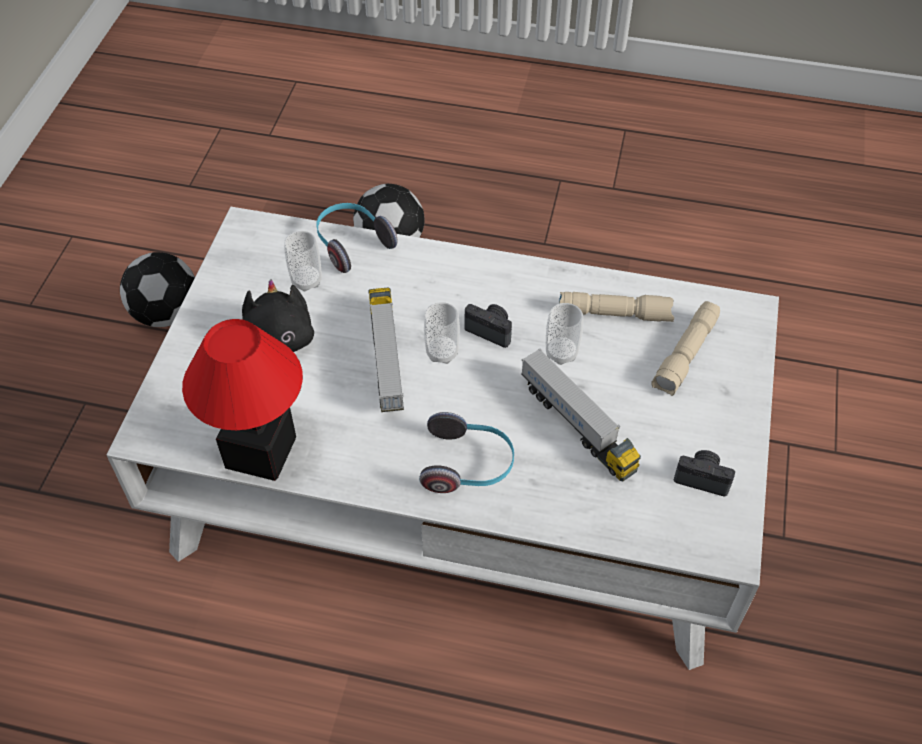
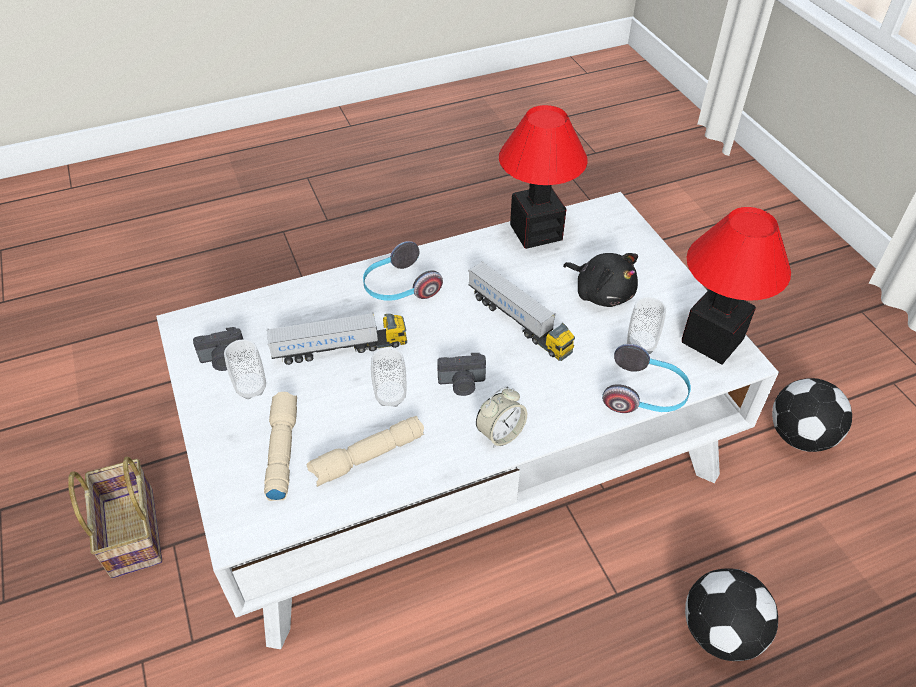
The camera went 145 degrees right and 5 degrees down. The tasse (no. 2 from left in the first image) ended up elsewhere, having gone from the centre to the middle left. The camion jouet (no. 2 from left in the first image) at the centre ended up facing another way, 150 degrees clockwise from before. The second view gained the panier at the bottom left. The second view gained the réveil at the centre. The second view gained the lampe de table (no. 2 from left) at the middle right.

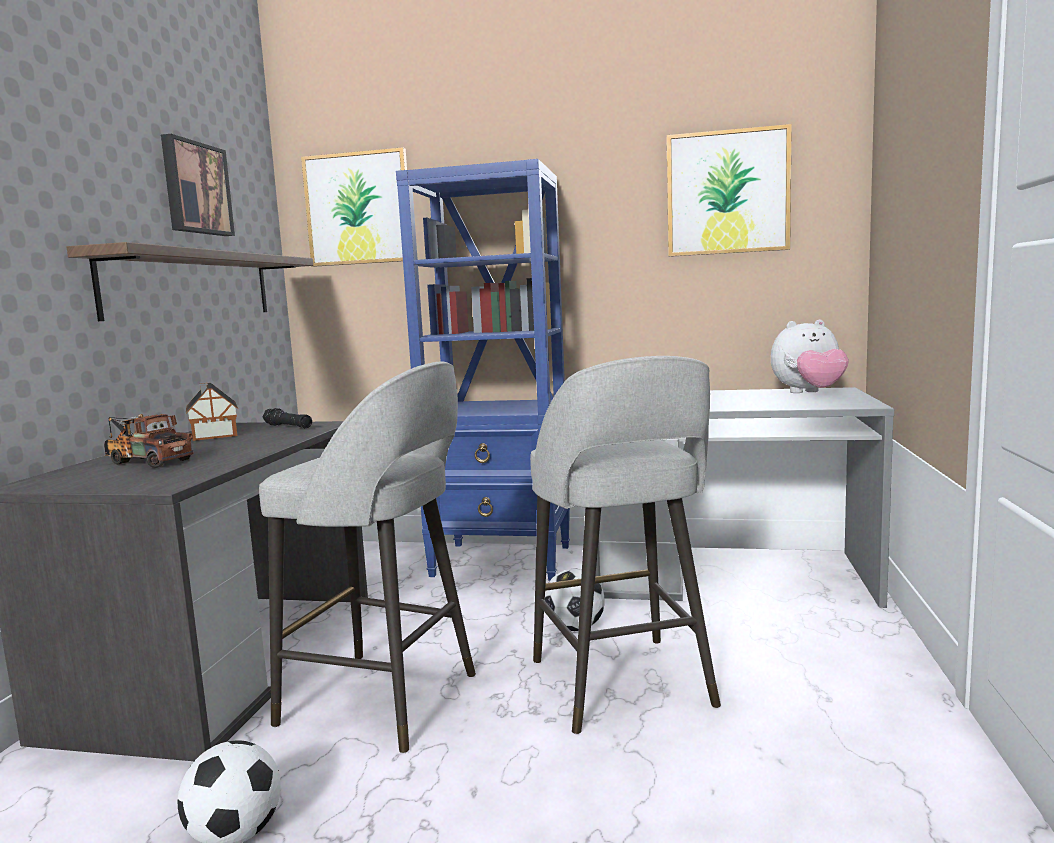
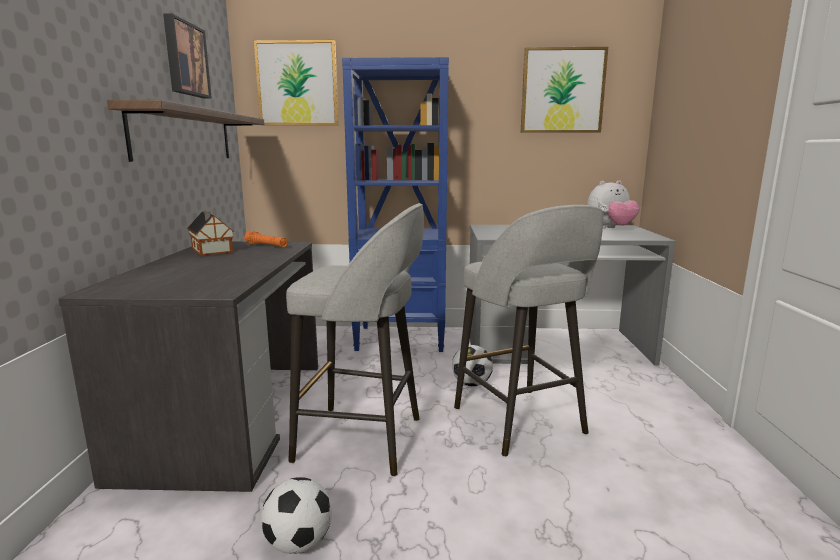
The camera went 10 degrees left and 5 degrees up. The second view lost the camion jouet at the middle left. What was the lampe de poche/noir at the middle left turned into the lampe de poche/orange at the middle left.

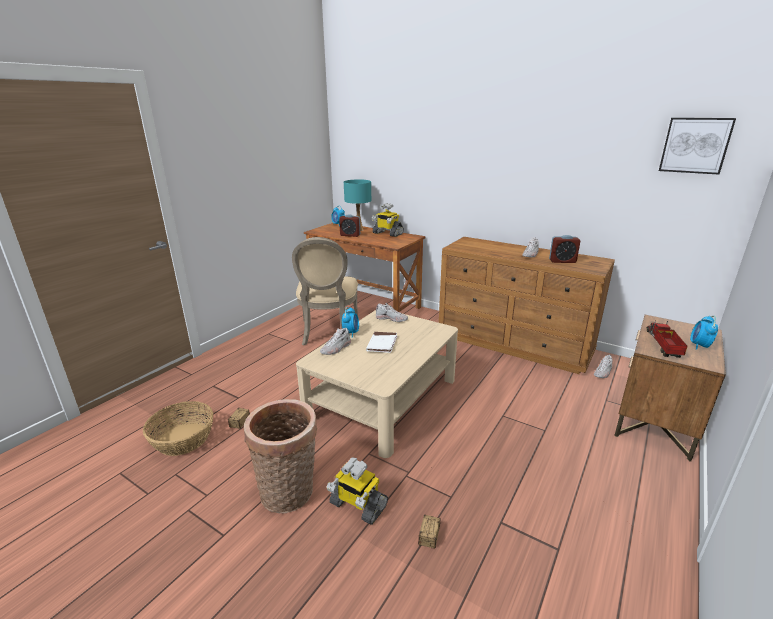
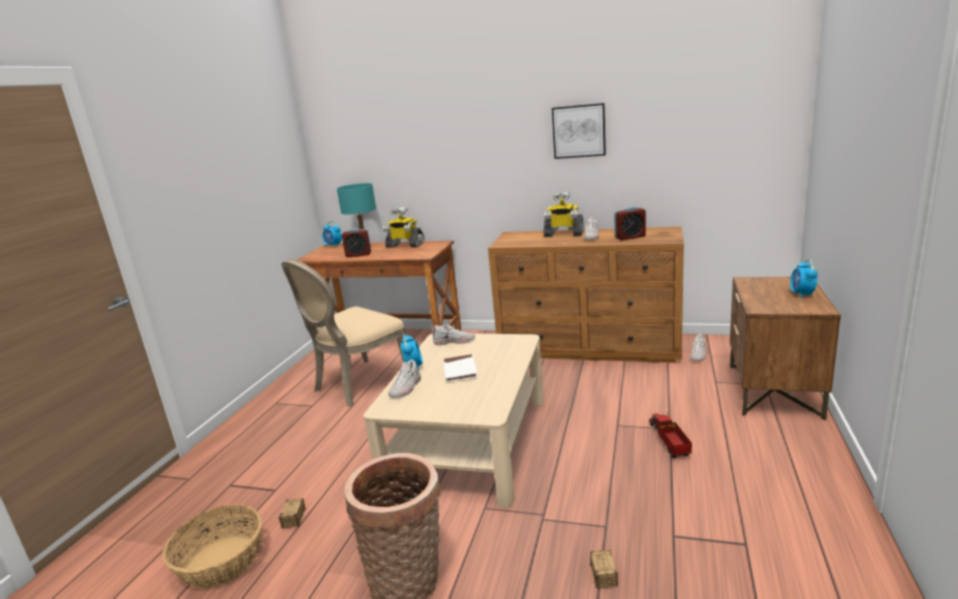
The camera went 15 degrees left and 5 degrees down. The chaise/beige at the centre ended up facing another way, 60 degrees clockwise from before. The robot jouet (no. 1 from left in the first image) ended up elsewhere, having gone from the bottom centre to the centre. The camion jouet ended up elsewhere, having gone from the middle right to the bottom right. The tableau ended up elsewhere, having gone from the top right to the top centre.

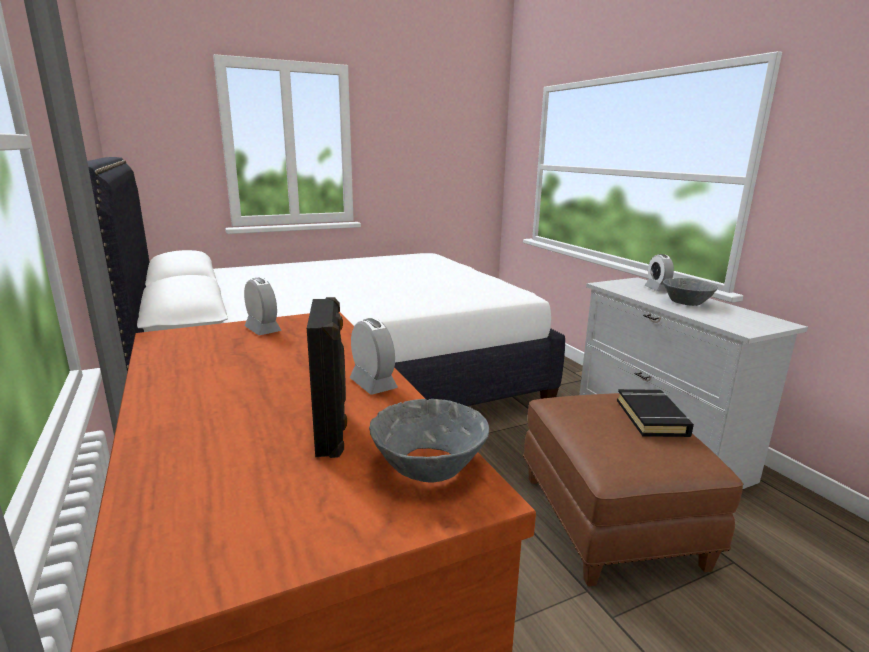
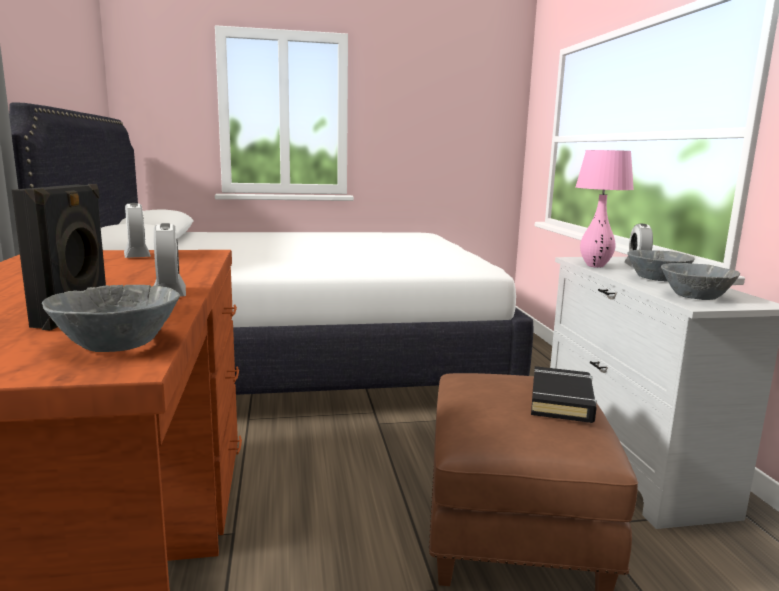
The camera went 15 degrees right and 5 degrees down. The second view gained the lampe de table/rose at the middle right. The second view gained the bol/gris (no. 3 from left) at the middle right.

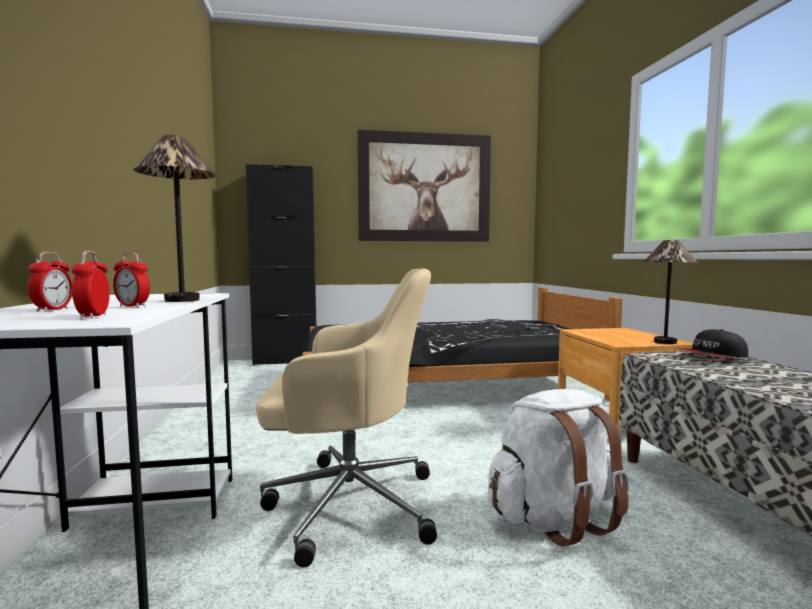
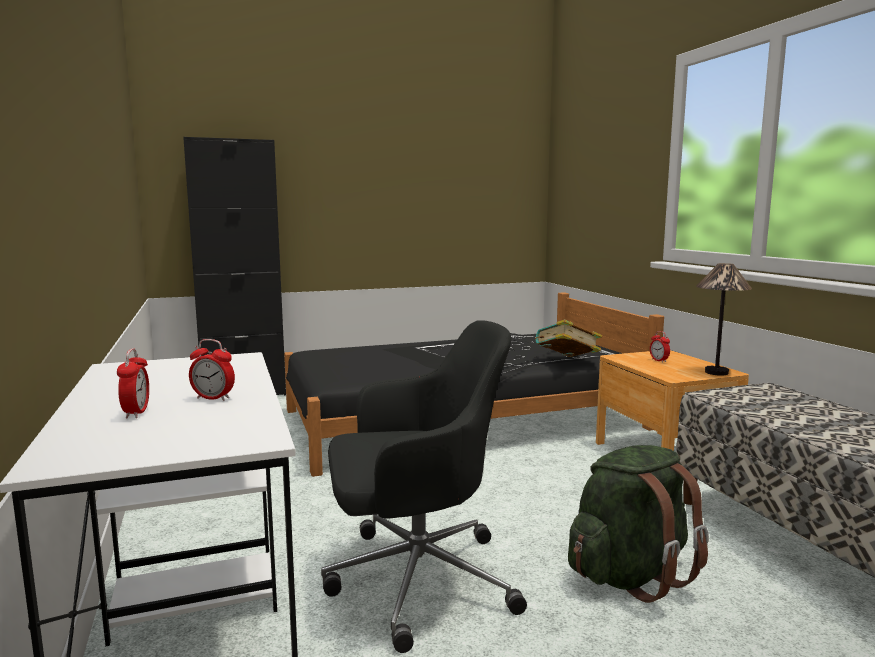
The camera went 10 degrees left and 5 degrees up. The réveil (no. 2 from left in the first image) ended up elsewhere, having gone from the middle left to the middle right. The second view lost the lampe de table (no. 1 from left) at the middle left. What was the chaise de bureau/beige at the bottom centre turned into the chaise de bureau/noir at the bottom centre. The second view lost the tableau at the top centre. What was the sac à dos/blanc at the bottom right turned into the sac à dos/vert at the bottom right. The second view lost the casquette at the middle right. The second view gained the livre at the centre.

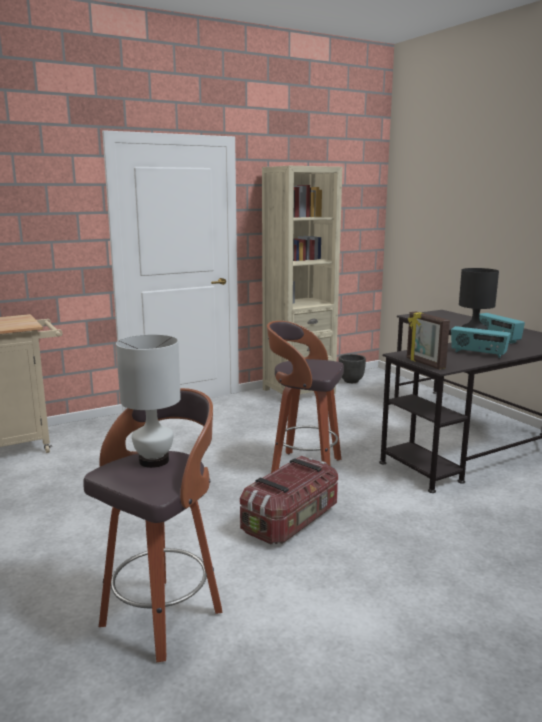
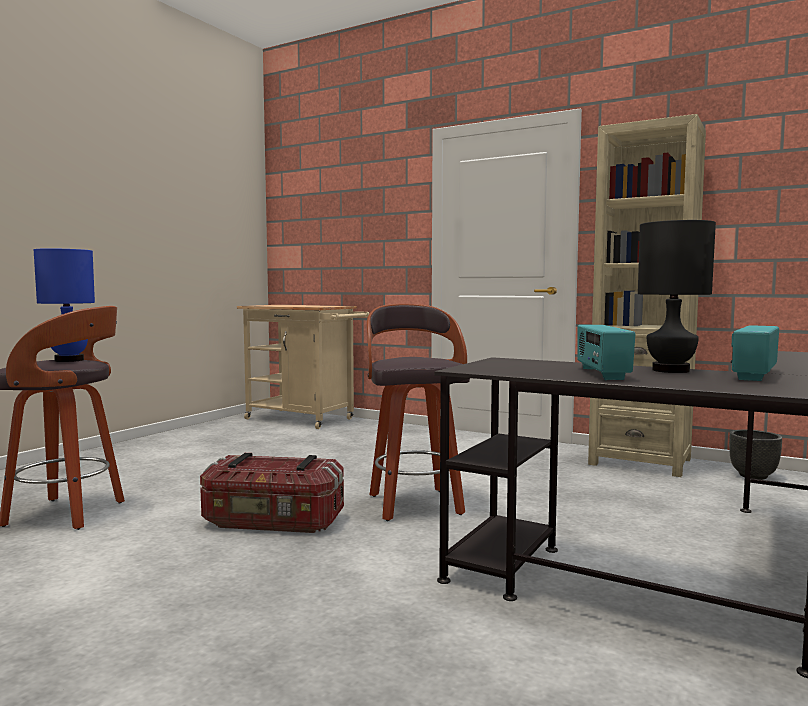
The camera went 60 degrees right and 10 degrees down. What was the lampe de table/blanc at the middle left turned into the lampe de table/bleu at the middle left. The second view lost the cadre photo at the middle right.

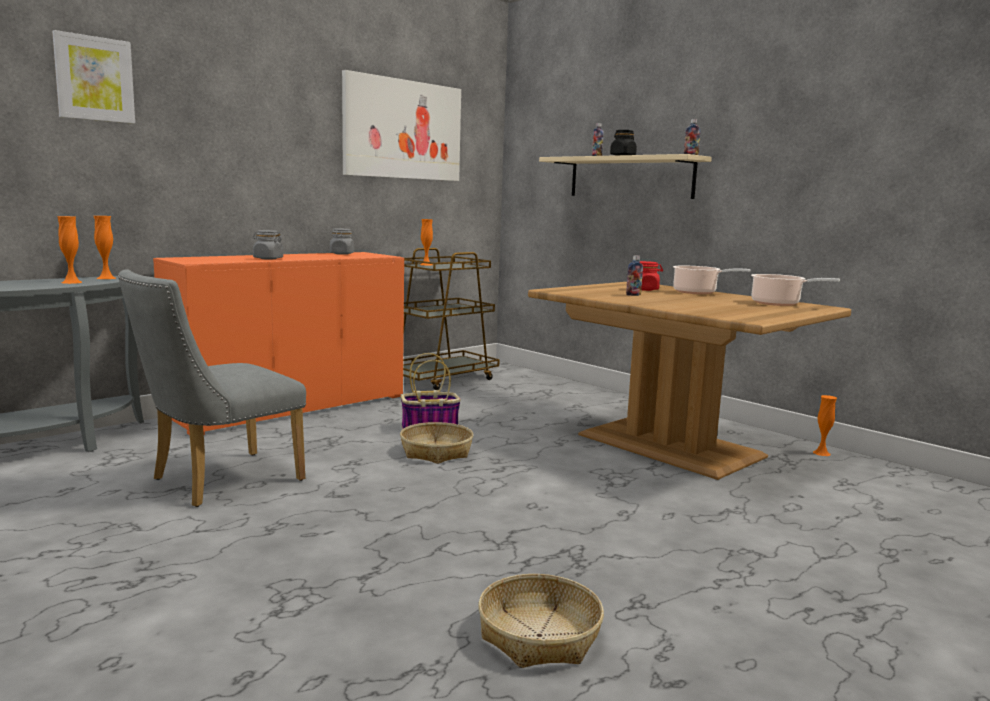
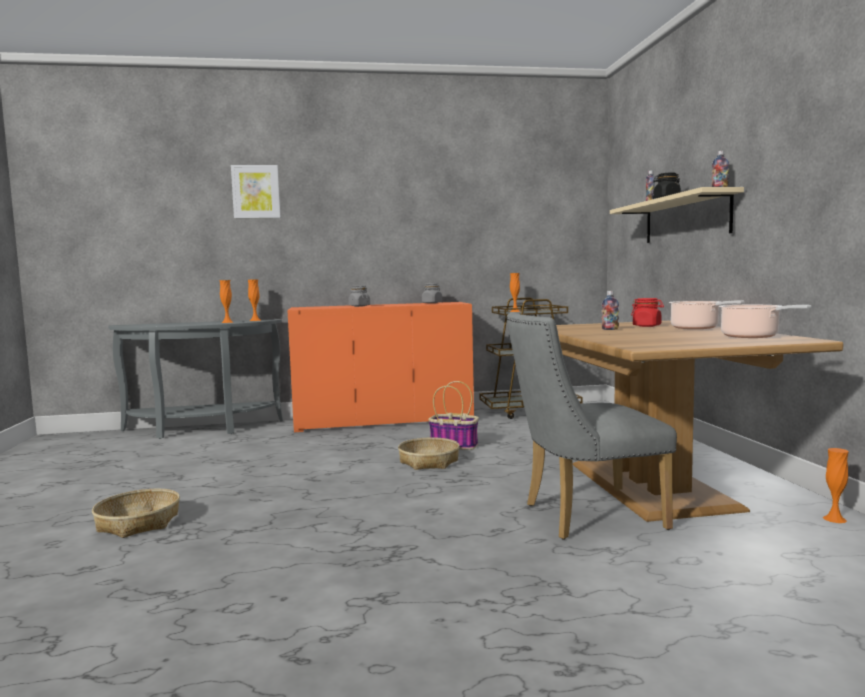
The camera went 35 degrees right and 5 degrees down. The chaise/gris ended up elsewhere, having gone from the middle left to the middle right. The second view lost the tableau (no. 2 from left) at the top centre. The panier (no. 3 from left in the first image) ended up elsewhere, having gone from the bottom centre to the bottom left.

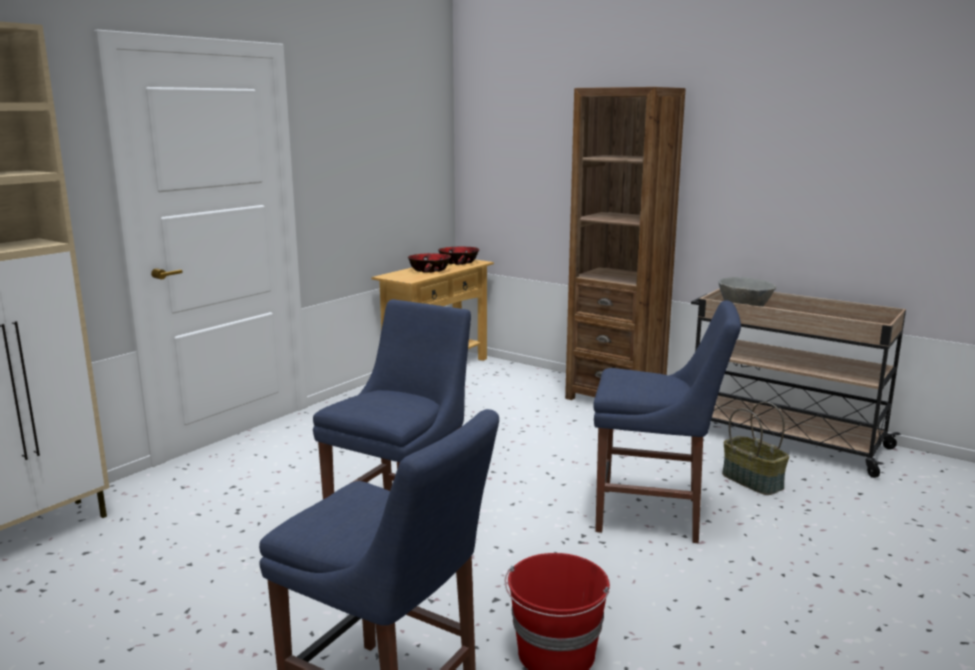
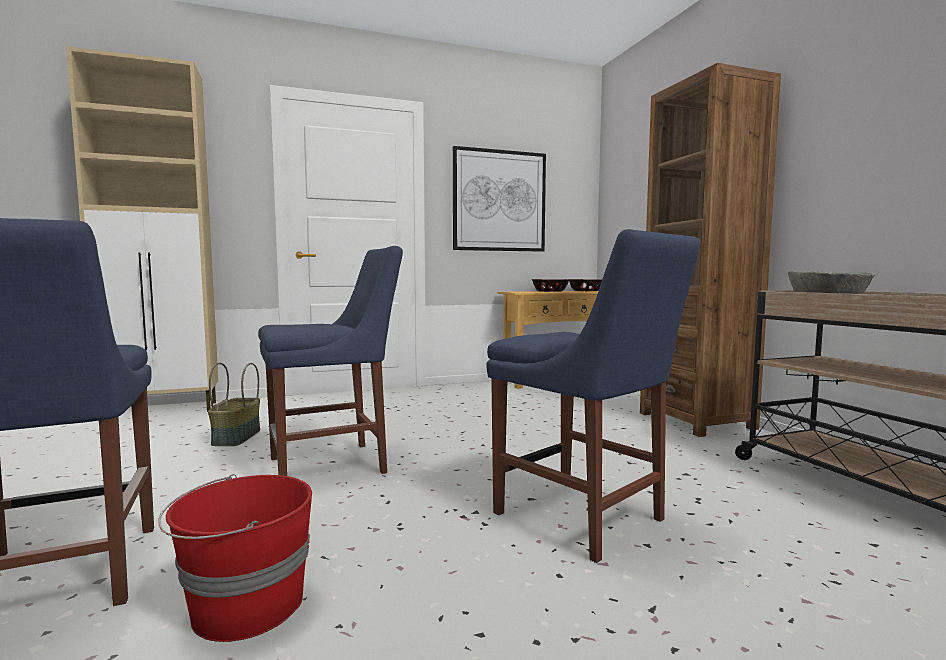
The camera went 35 degrees right and 10 degrees down. The panier ended up elsewhere, having gone from the bottom right to the middle left. The second view gained the tableau at the top centre.

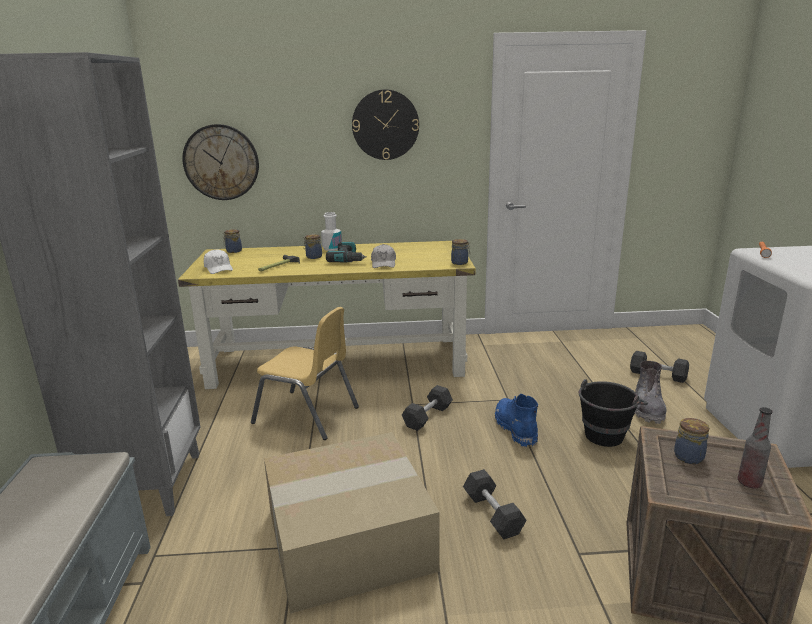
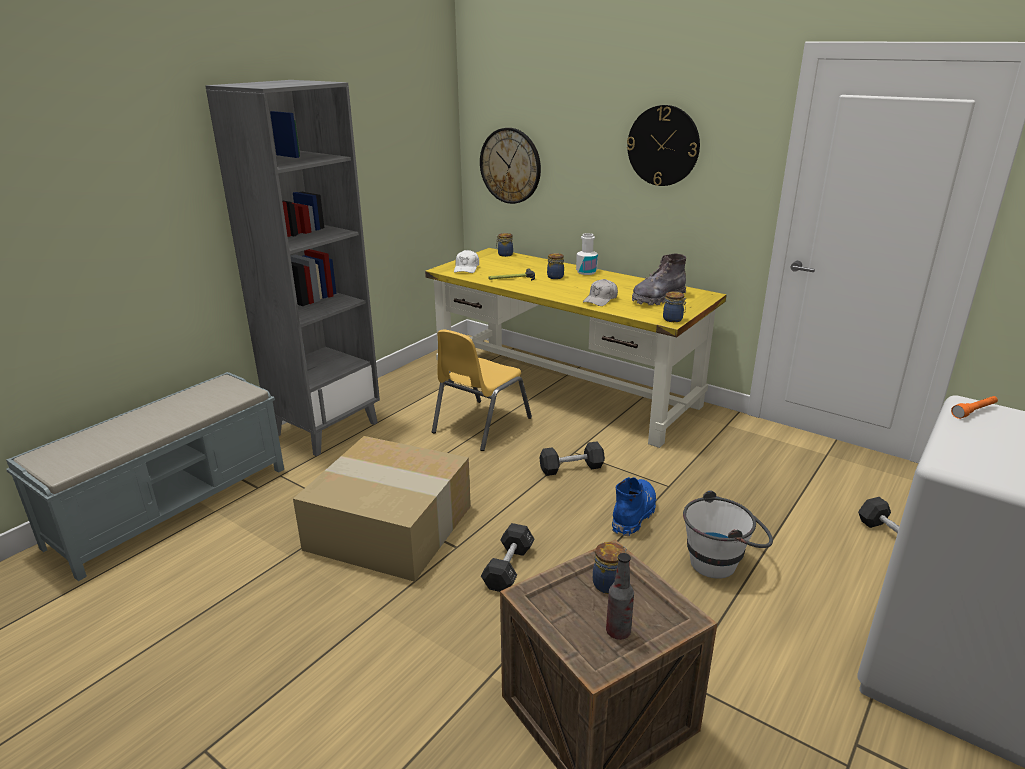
The camera went 40 degrees right and 5 degrees up. The chaise/jaune at the centre ended up facing another way, 60 degrees clockwise from before. The second view lost the perceuse at the centre. What was the seau/noir at the middle right turned into the seau/blanc at the bottom right. The botte/gris ended up elsewhere, having gone from the middle right to the centre.

